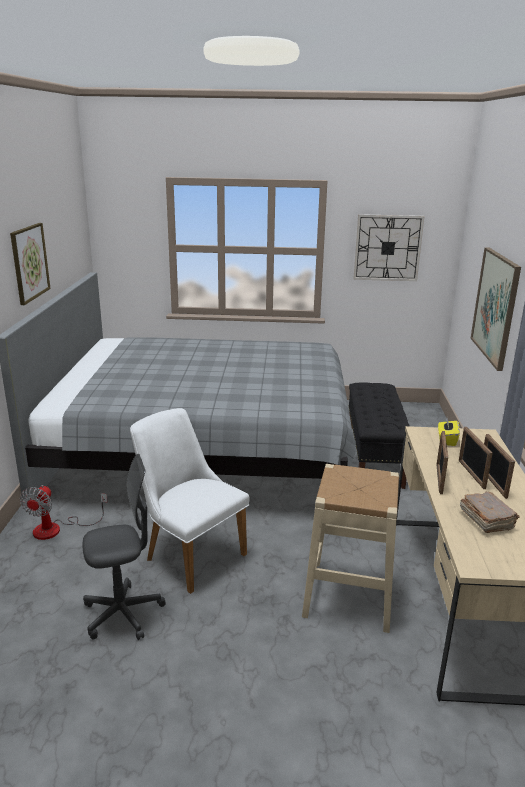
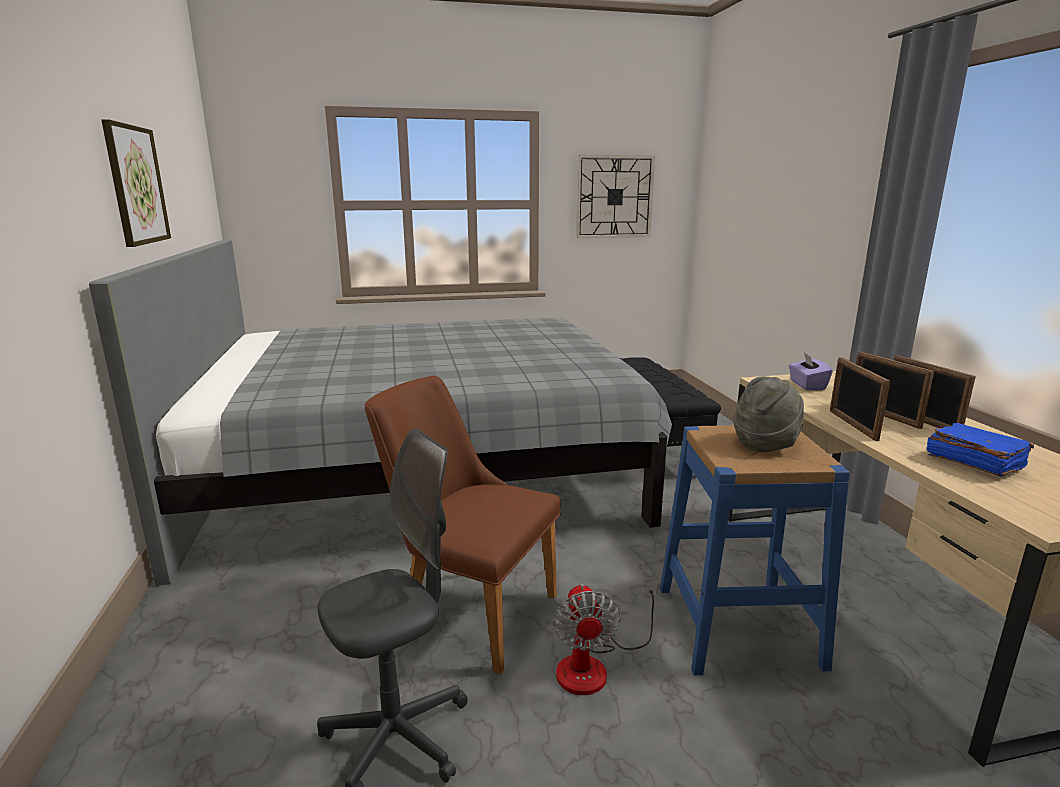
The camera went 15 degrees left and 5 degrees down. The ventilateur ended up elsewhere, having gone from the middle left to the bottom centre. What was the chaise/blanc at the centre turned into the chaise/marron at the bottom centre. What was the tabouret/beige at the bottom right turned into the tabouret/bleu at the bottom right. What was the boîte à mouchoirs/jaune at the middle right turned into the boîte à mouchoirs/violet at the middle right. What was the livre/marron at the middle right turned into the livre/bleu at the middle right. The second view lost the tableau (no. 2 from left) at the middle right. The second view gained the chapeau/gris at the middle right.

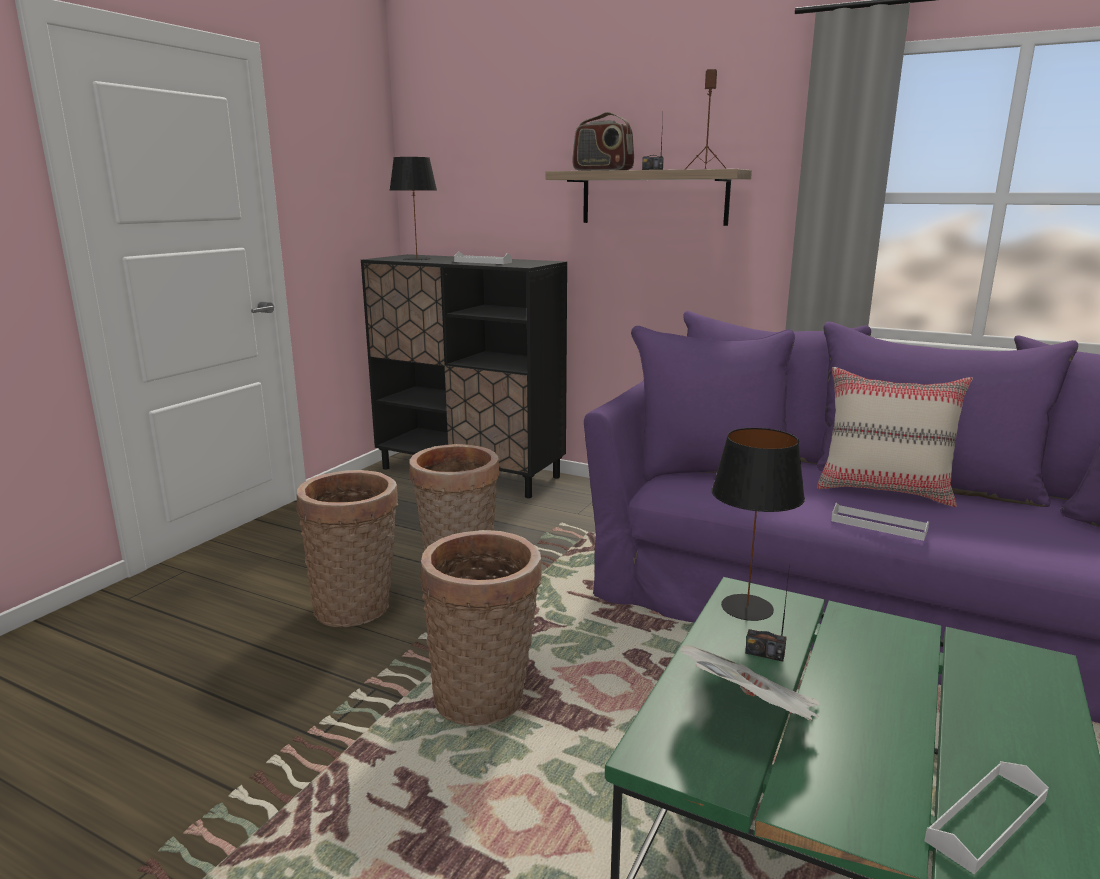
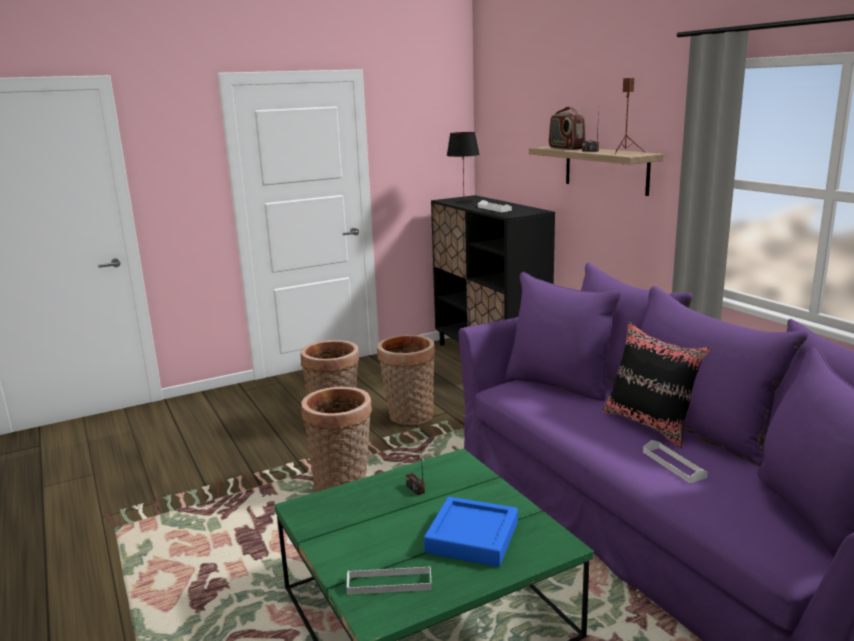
The camera went 35 degrees right and 0 degrees up. The second view lost the journal at the bottom right. The second view lost the lampe de table/noir (no. 2 from left) at the middle right. What was the coussin/beige at the middle right turned into the coussin/noir at the middle right. The plateau/blanc (no. 2 from left in the first image) ended up elsewhere, having gone from the middle right to the bottom right. The second view gained the plateau/bleu at the bottom centre.

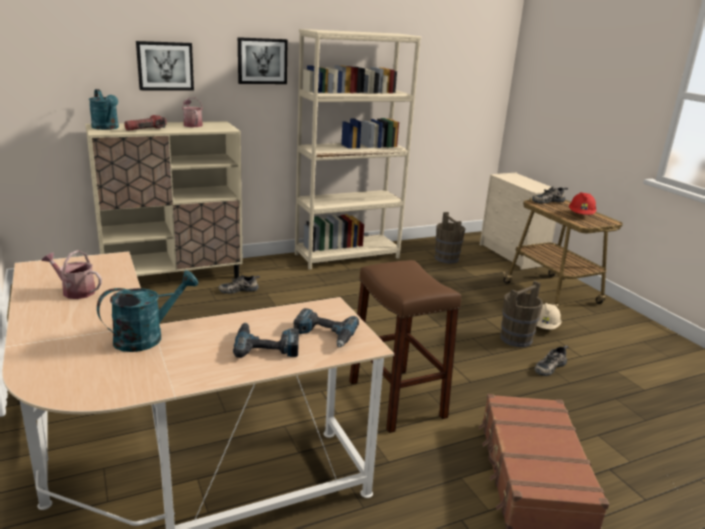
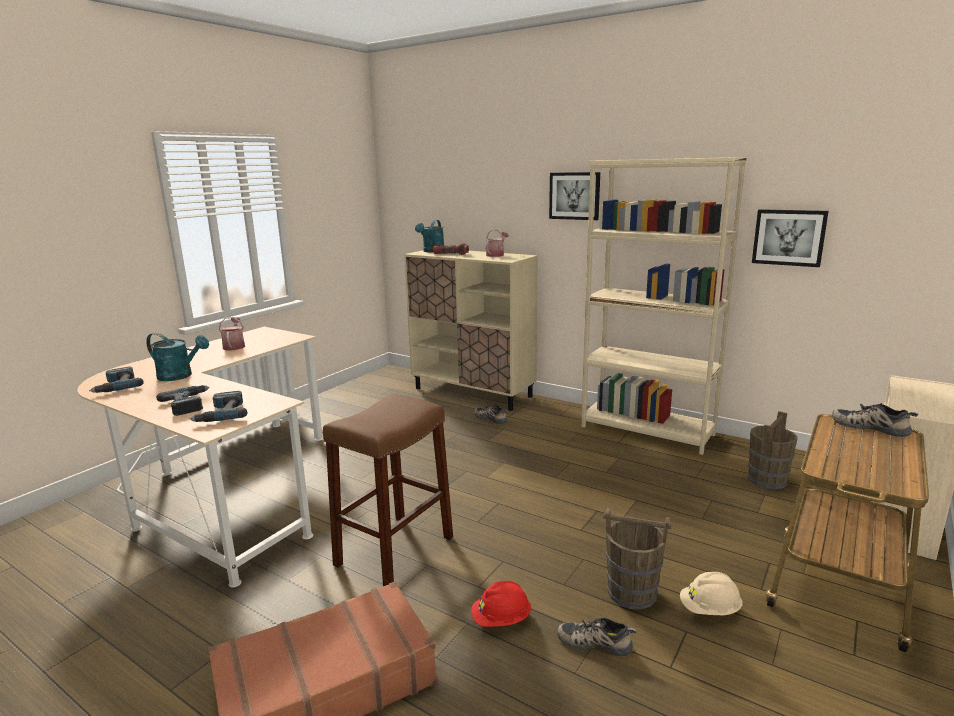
The camera went 60 degrees right and 5 degrees down. The tableau (no. 1 from left in the first image) ended up elsewhere, having gone from the top left to the top right. The casque de chantier/rouge ended up elsewhere, having gone from the middle right to the bottom centre. The second view gained the perceuse (no. 1 from left) at the middle left.

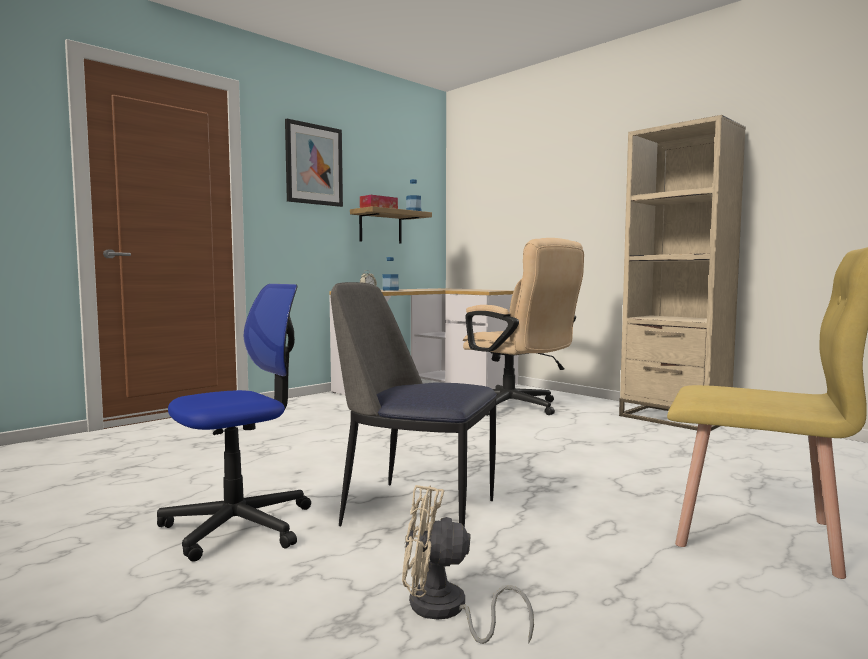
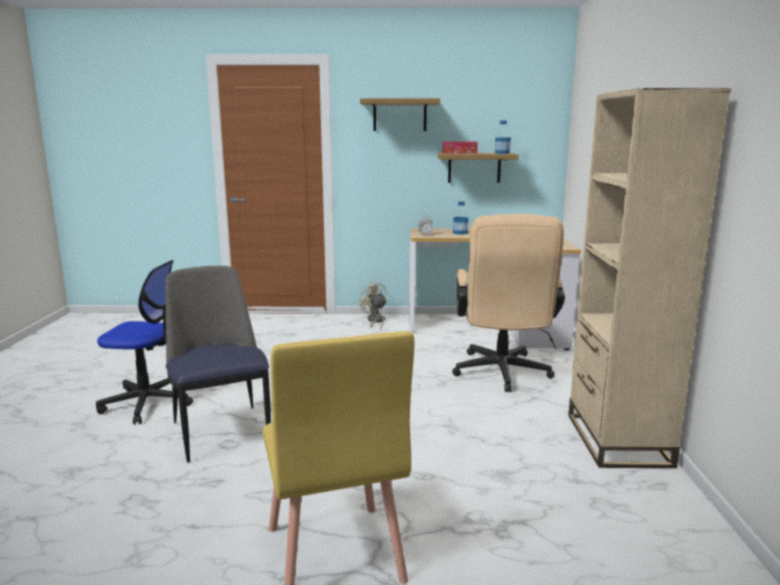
The camera went 45 degrees right and 10 degrees up. Where the tableau hung at the top centre, the étagère (no. 1 from left) came to hang at the top centre. The ventilateur/beige ended up elsewhere, having gone from the bottom centre to the centre.

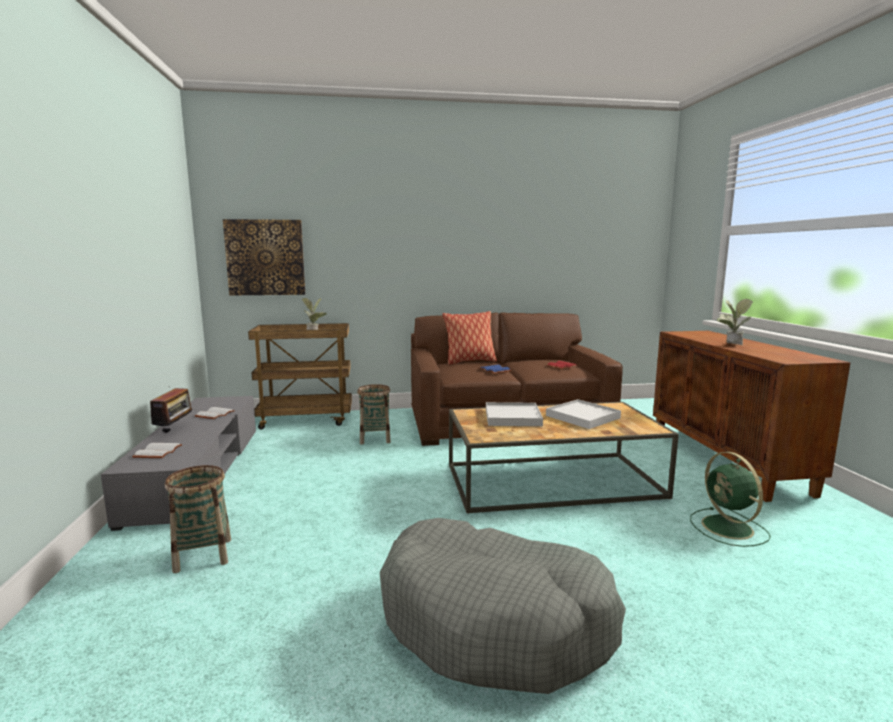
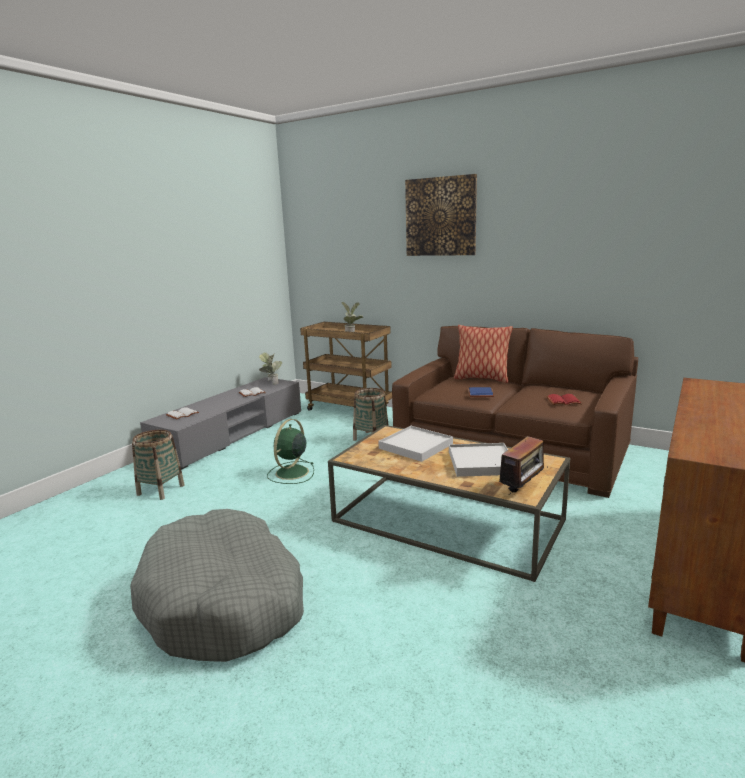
The camera went 40 degrees right and 5 degrees up. The radio ended up elsewhere, having gone from the middle left to the middle right. The tableau ended up elsewhere, having gone from the middle left to the top centre. The ventilateur/vert ended up elsewhere, having gone from the bottom right to the centre. The plante en pot (no. 2 from left in the first image) ended up elsewhere, having gone from the middle right to the centre.

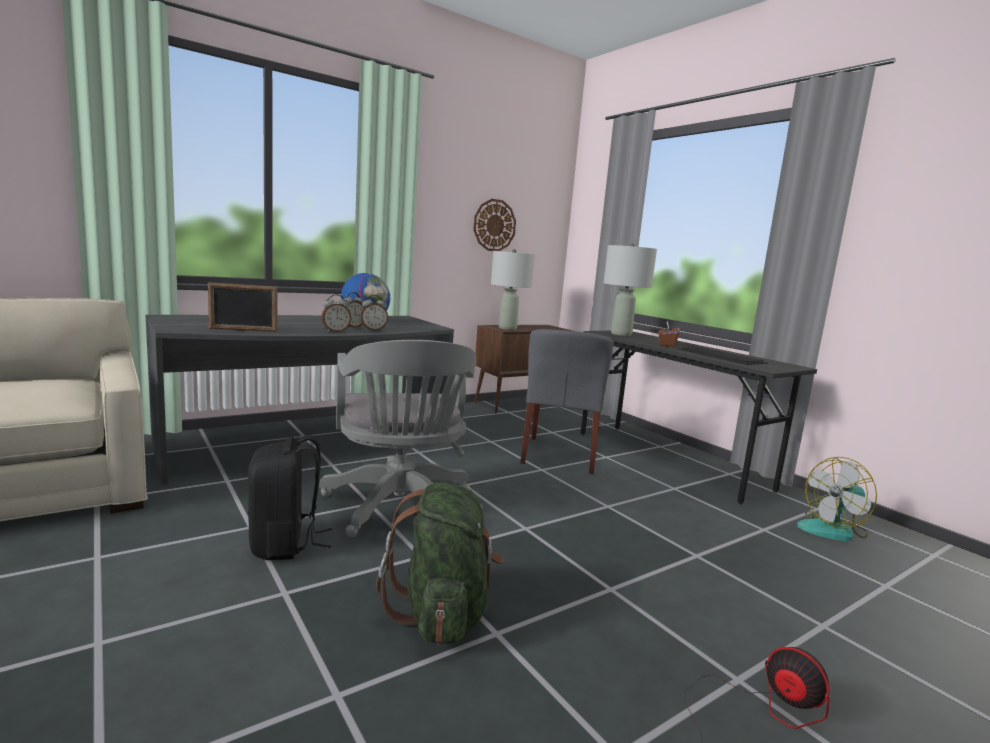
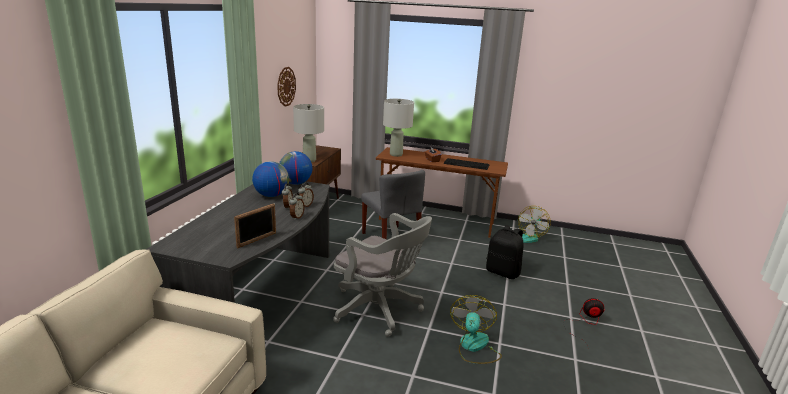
The camera went 40 degrees left and 10 degrees up. The sac à dos/noir ended up elsewhere, having gone from the bottom left to the centre. Where the sac à dos/vert stood at the bottom centre, the ventilateur (no. 1 from left) came to stand at the bottom centre. What was the bureau/gris (no. 2 from left) at the middle right turned into the bureau/marron at the centre. The second view gained the globe (no. 2 from left) at the centre.

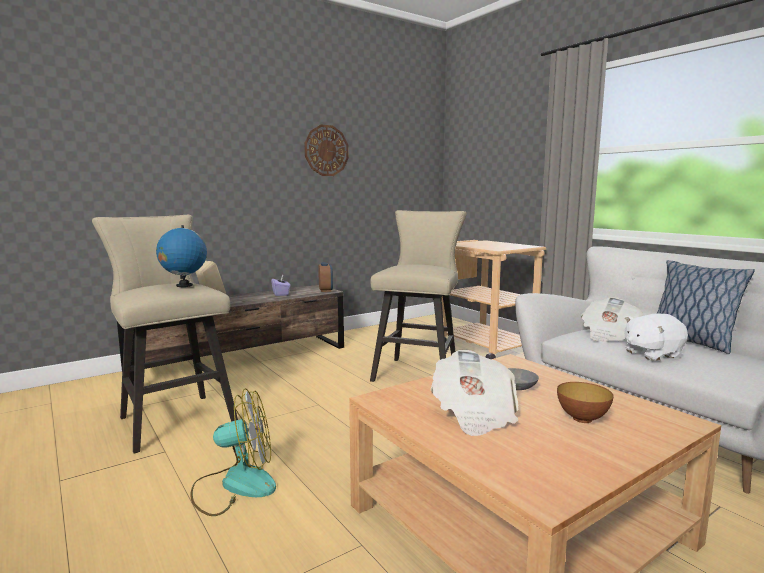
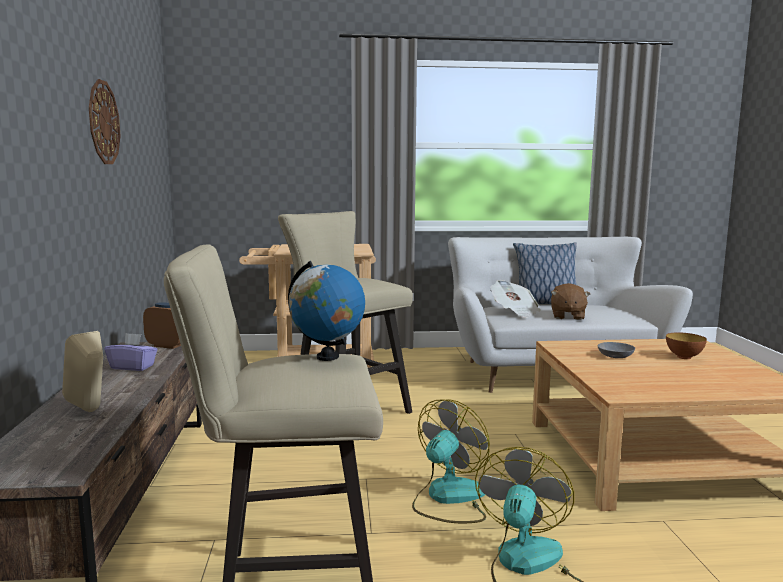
The camera went 60 degrees left and 0 degrees up. The second view lost the journal (no. 1 from left) at the bottom centre. What was the peluche/blanc at the middle right turned into the peluche/marron at the middle right. The second view gained the ventilateur (no. 1 from left) at the bottom centre.

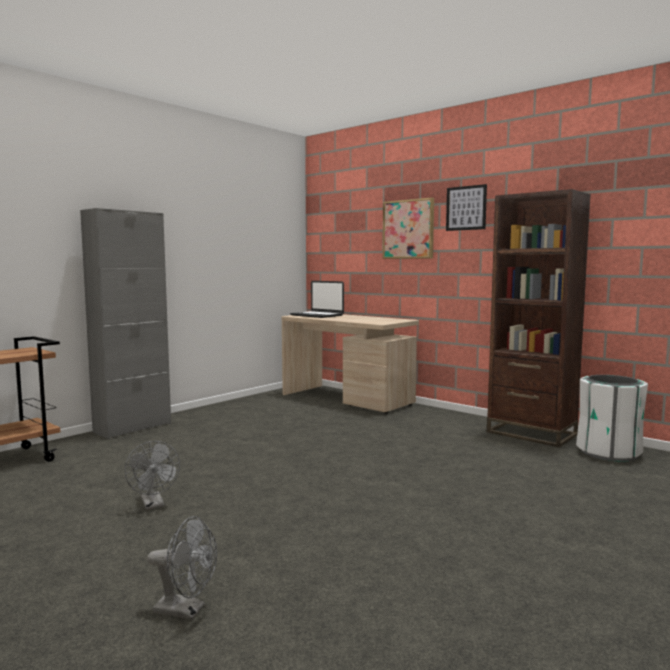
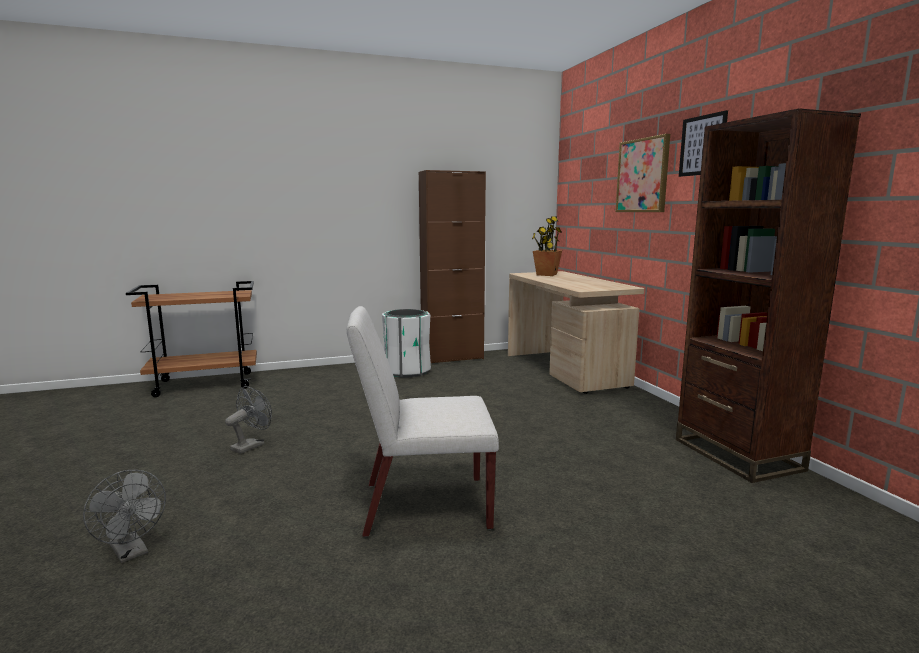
The camera went 30 degrees right and 5 degrees up. The second view lost the meuble de rangement/gris at the middle left. The ventilateur/gris (no. 1 from left in the first image) at the bottom left ended up facing another way, 150 degrees counterclockwise from before. Where the ordinateur portable stood at the centre, the plante en pot came to stand at the centre. The poubelle/blanc ended up elsewhere, having gone from the middle right to the centre. The second view gained the chaise/blanc at the centre. The second view gained the meuble de rangement/marron at the centre.

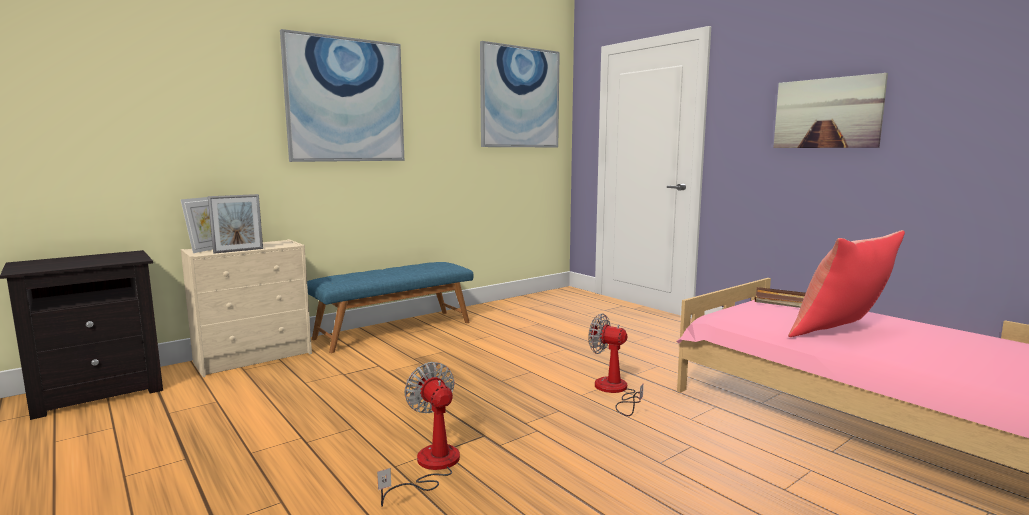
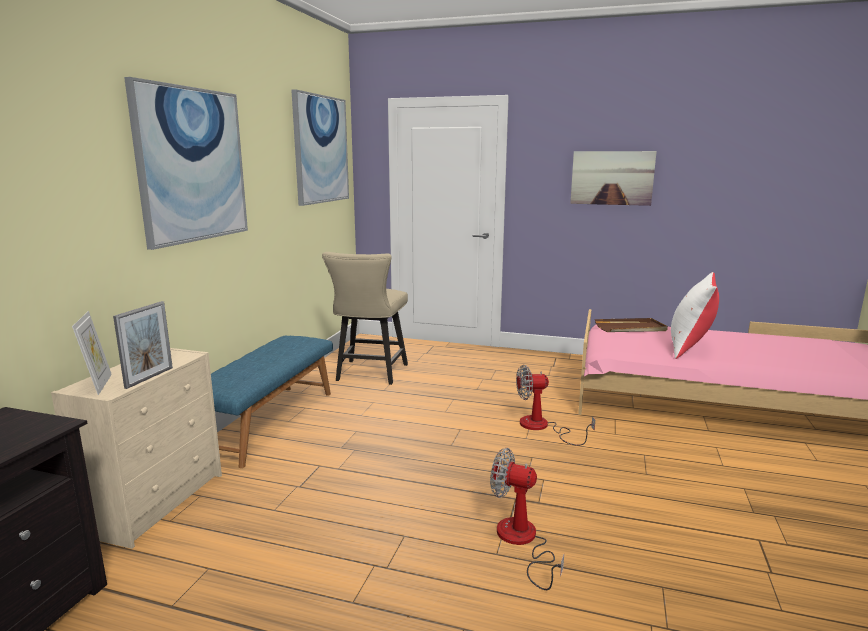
The camera went 35 degrees left and 5 degrees up. What was the coussin/rouge at the middle right turned into the coussin/blanc at the middle right. The second view gained the chaise/beige at the centre.

